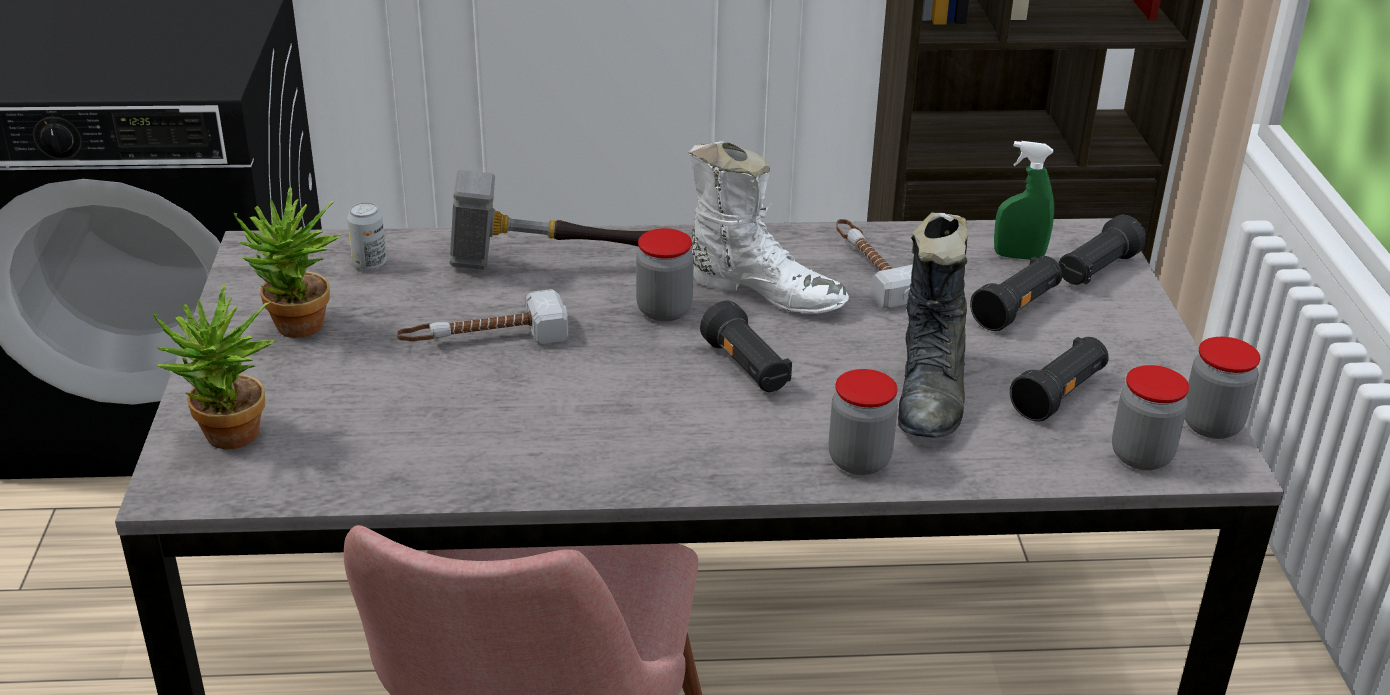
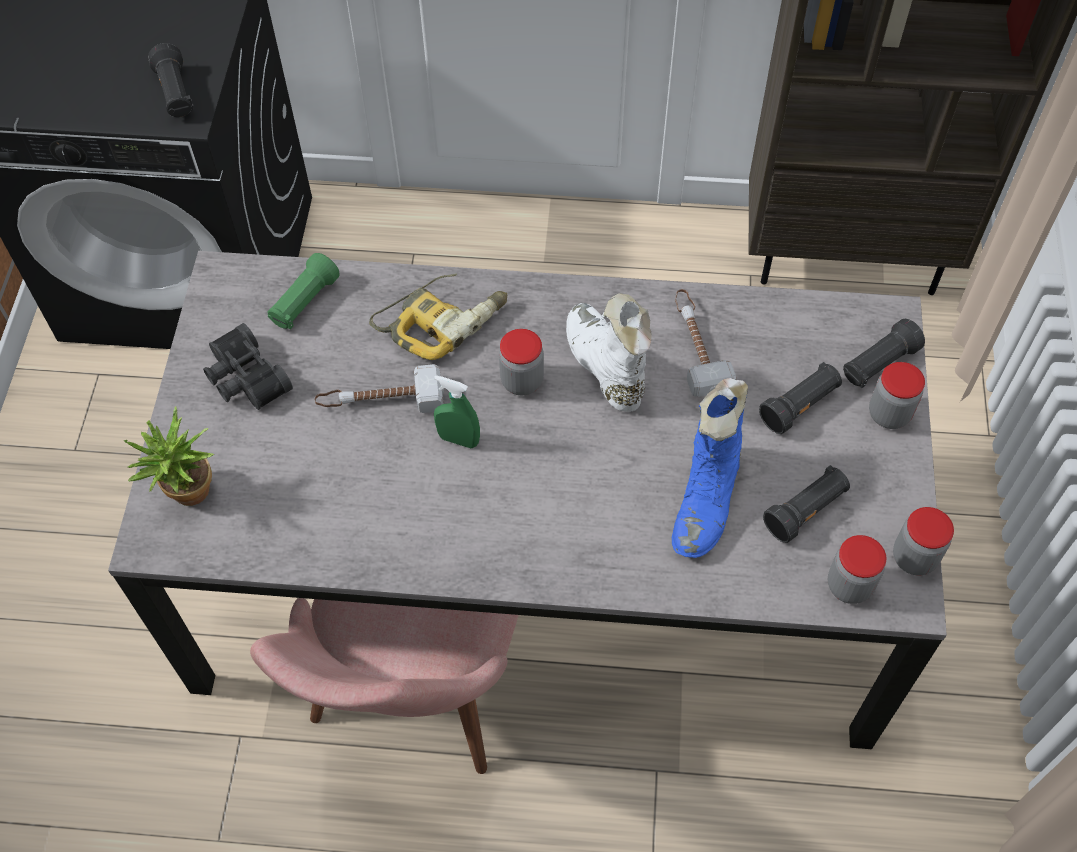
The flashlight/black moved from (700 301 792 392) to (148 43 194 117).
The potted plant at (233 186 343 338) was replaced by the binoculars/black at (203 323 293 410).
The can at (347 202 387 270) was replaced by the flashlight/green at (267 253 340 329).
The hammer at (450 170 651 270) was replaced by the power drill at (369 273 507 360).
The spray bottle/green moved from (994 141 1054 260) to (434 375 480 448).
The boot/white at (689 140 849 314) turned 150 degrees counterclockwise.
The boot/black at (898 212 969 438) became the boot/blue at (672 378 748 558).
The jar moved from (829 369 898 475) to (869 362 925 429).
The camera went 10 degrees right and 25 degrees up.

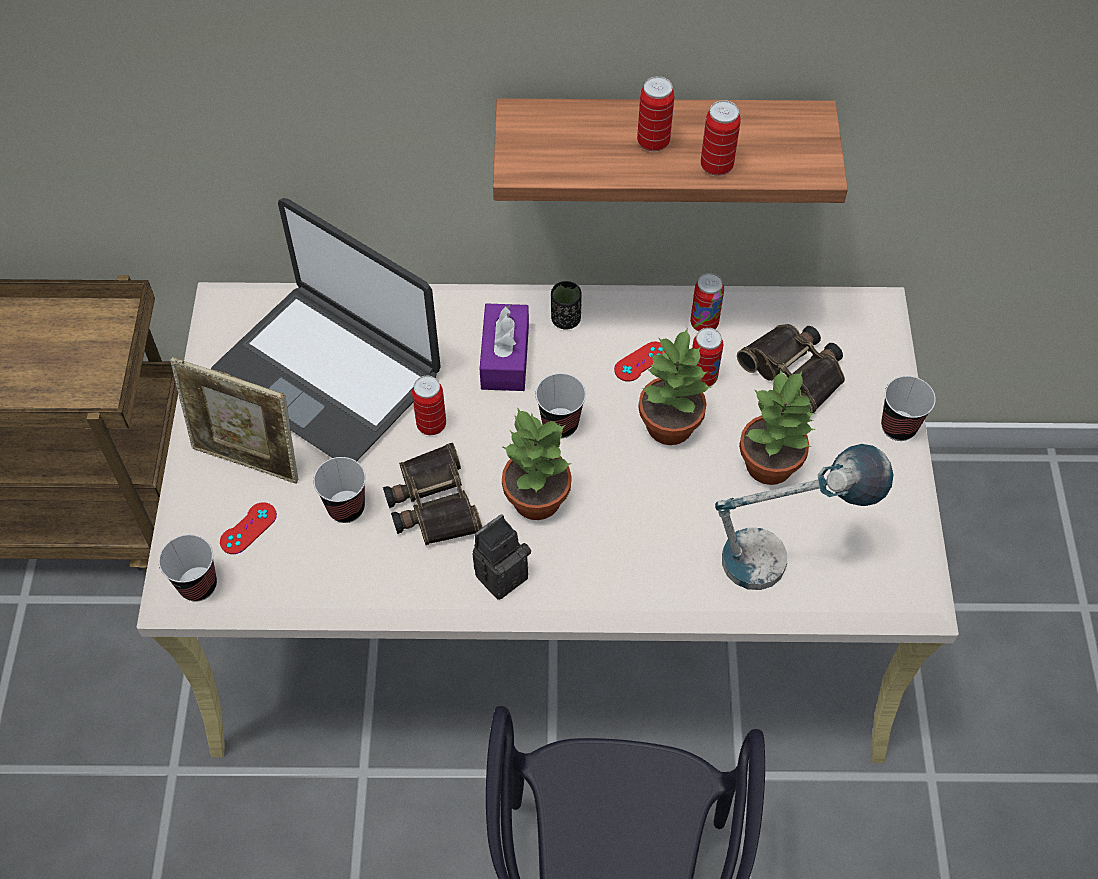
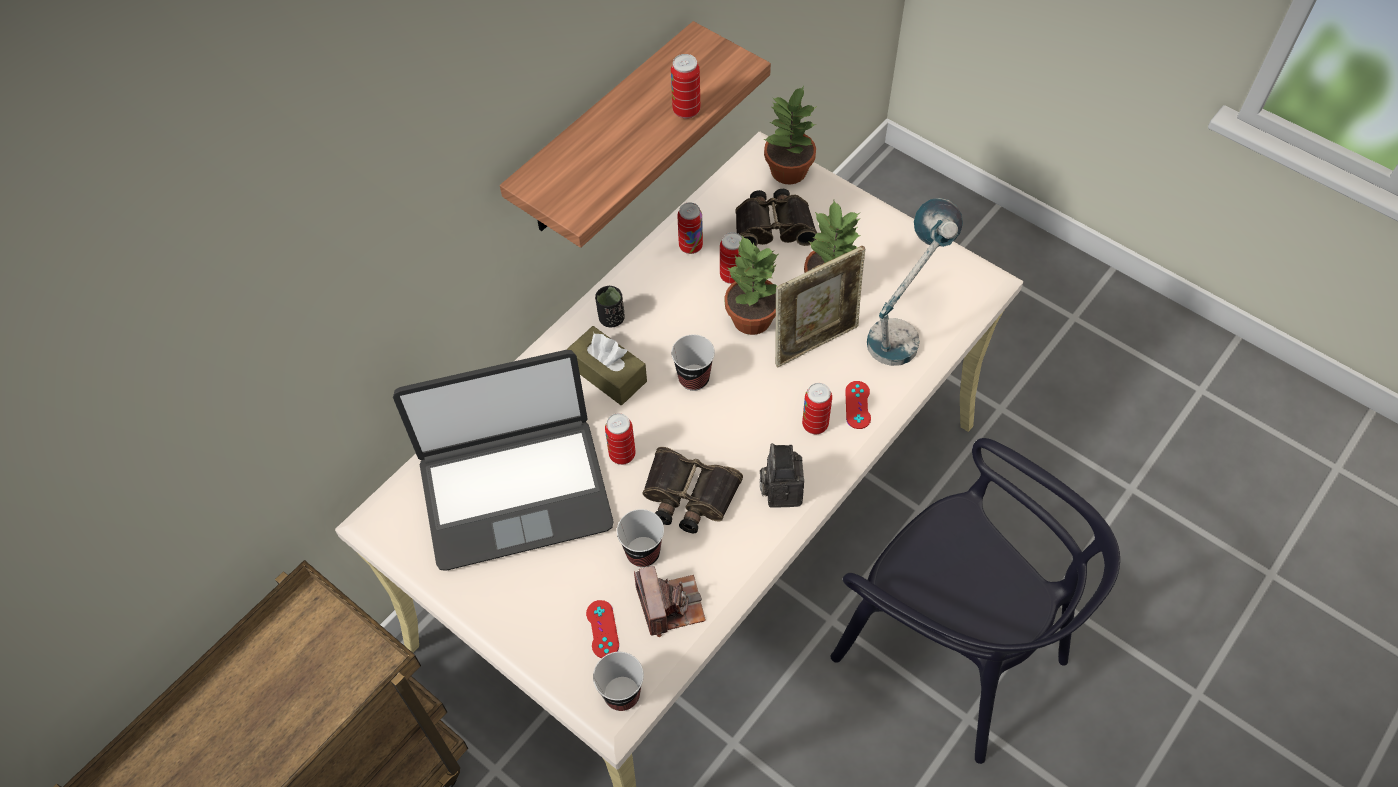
The tissue box/purple at (480 303 529 391) became the tissue box/brown at (567 326 647 405).
The photo camera at (634 566 706 637) appeared.
The potted plant moved from (502 407 572 520) to (763 86 817 185).
The picture frame moved from (170 357 298 484) to (775 246 865 368).
The can moved from (637 76 675 151) to (802 383 832 434).
The game controller/red moved from (614 342 665 382) to (845 381 871 429).
The cup at (881 376 936 441) disappeared.
The camera went 50 degrees left and 0 degrees up.

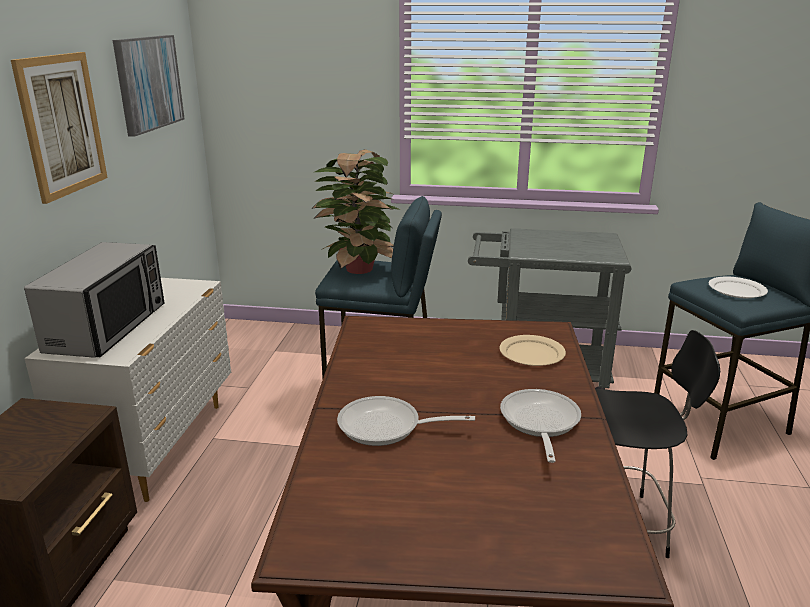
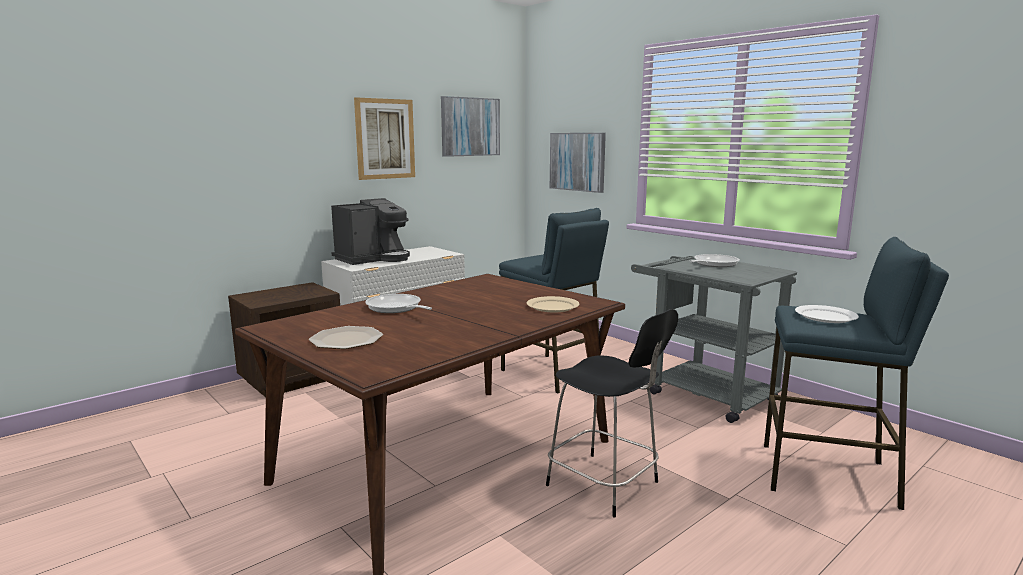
The plate at (309 326 383 349) appeared.
The microwave at (24 242 165 358) was replaced by the coffee machine at (331 198 410 265).
The picture at (550 133 606 193) appeared.
The frying pan moved from (500 389 581 463) to (689 254 740 267).
The potted plant at (312 149 400 274) disappeared.
The camera went 40 degrees right and 10 degrees down.

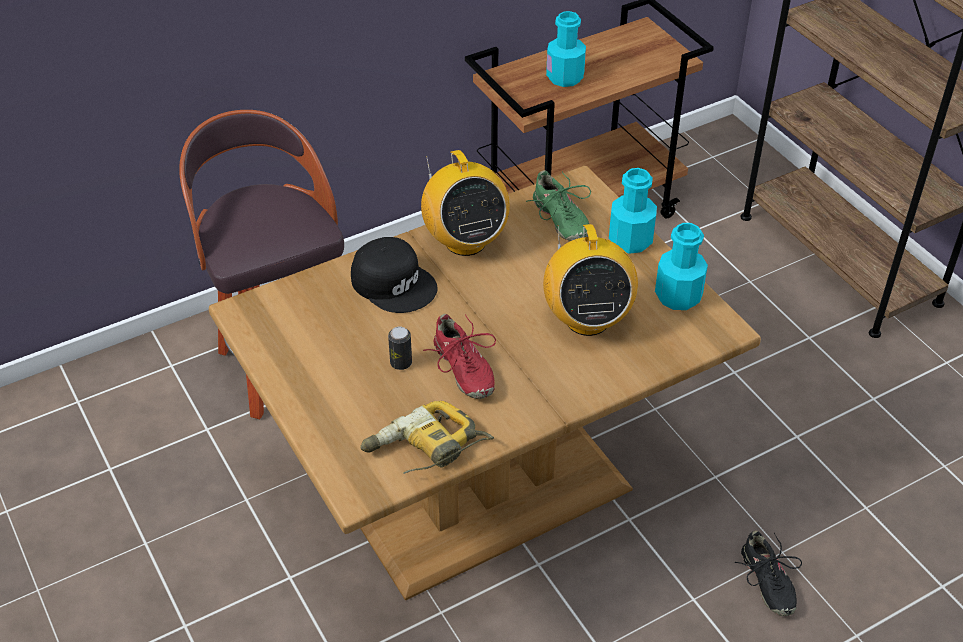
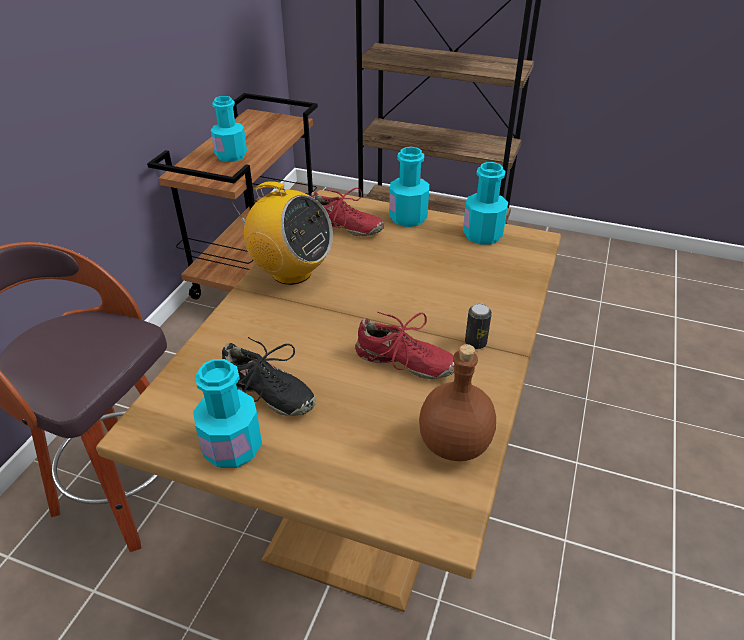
The bottle/turquoise at (193 359 262 468) appeared.
The shoe/black moved from (735 531 802 616) to (222 337 315 416).
The shoe/green at (526 170 591 241) became the shoe/red at (310 188 384 236).
The power drill at (360 401 494 474) was replaced by the bottle/brown at (419 344 496 461).
The can moved from (388 327 412 370) to (465 303 492 349).
The cap/black at (351 237 437 313) disappeared.
The radio at (543 224 638 336) disappeared.
The camera went 40 degrees left and 5 degrees down.

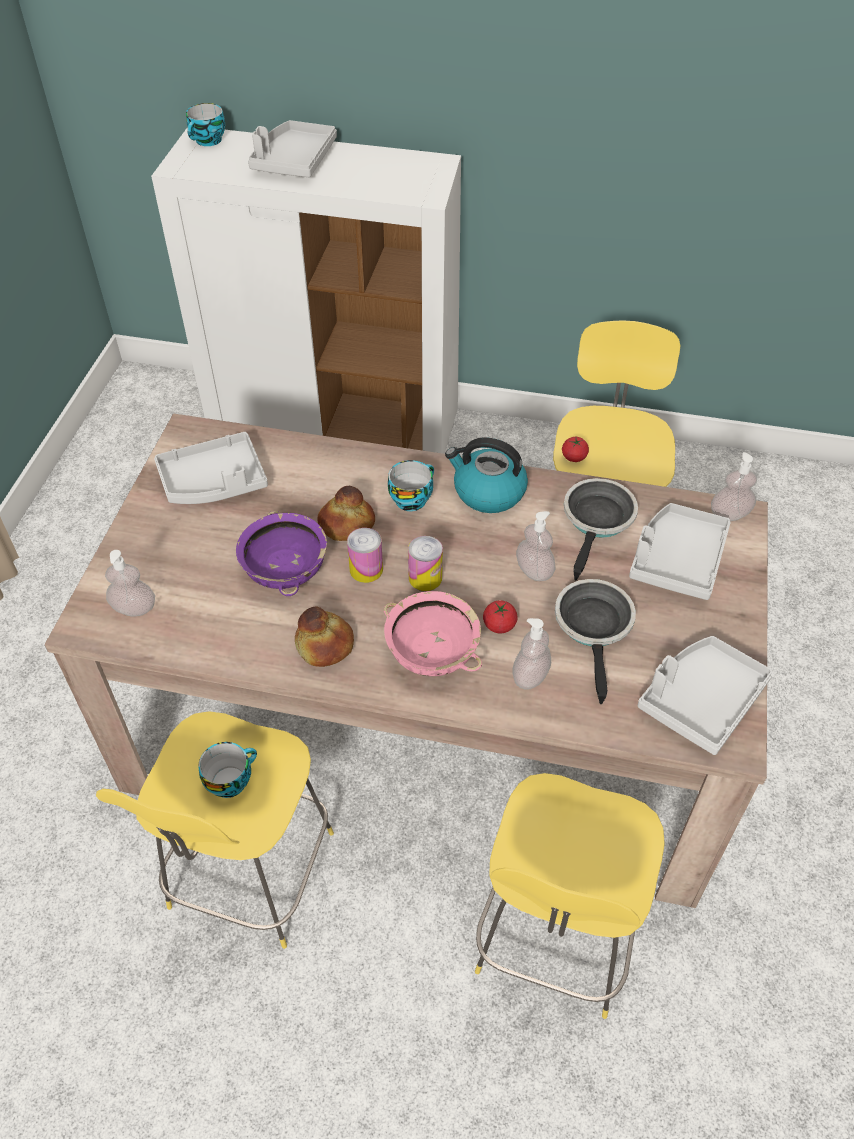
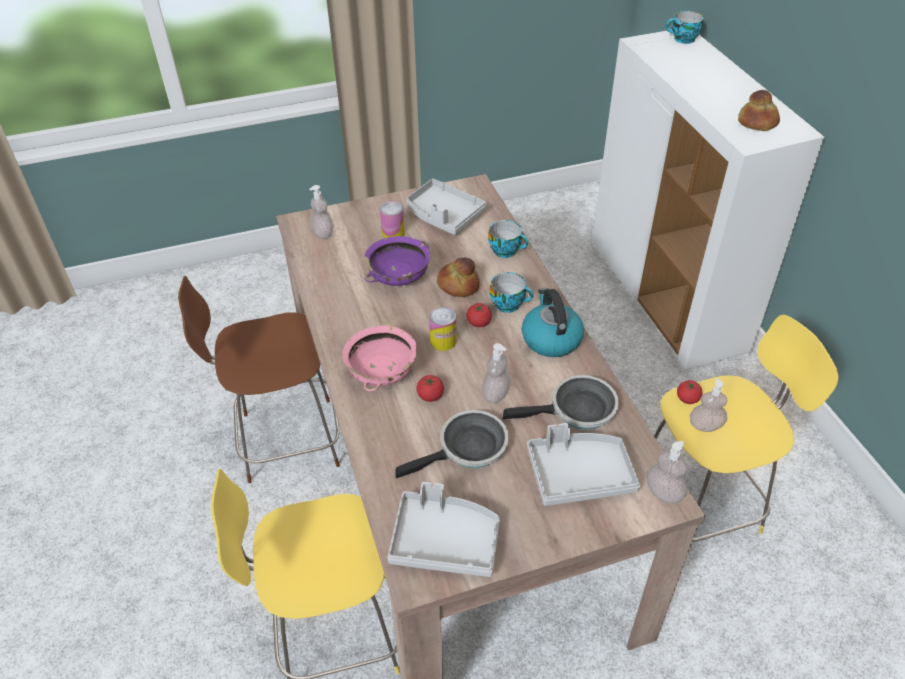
The stool/yellow at (96 711 334 949) became the stool/brown at (178 276 340 483).
The can moved from (347 528 383 583) to (380 201 405 238).
The tomato at (466 303 492 327) appeared.
The cup moved from (198 742 257 798) to (488 220 528 258).
The soap dispenser moved from (512 618 551 690) to (690 378 727 432).
The bread moved from (295 607 354 667) to (738 90 780 131).
The tray/grey at (248 120 337 177) disappeared.
The camera went 60 degrees right and 5 degrees down.

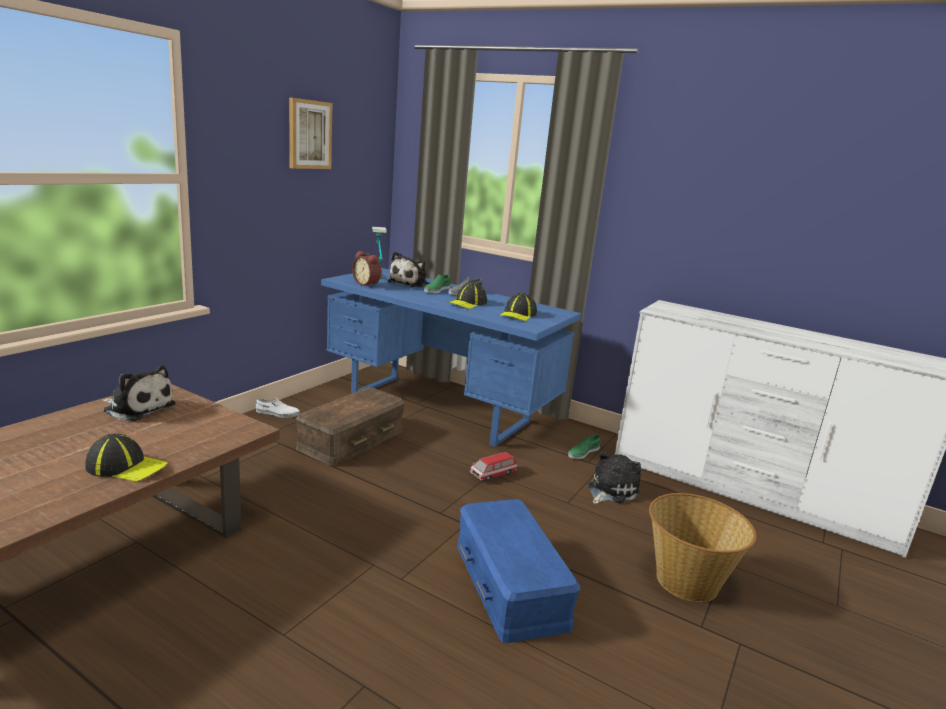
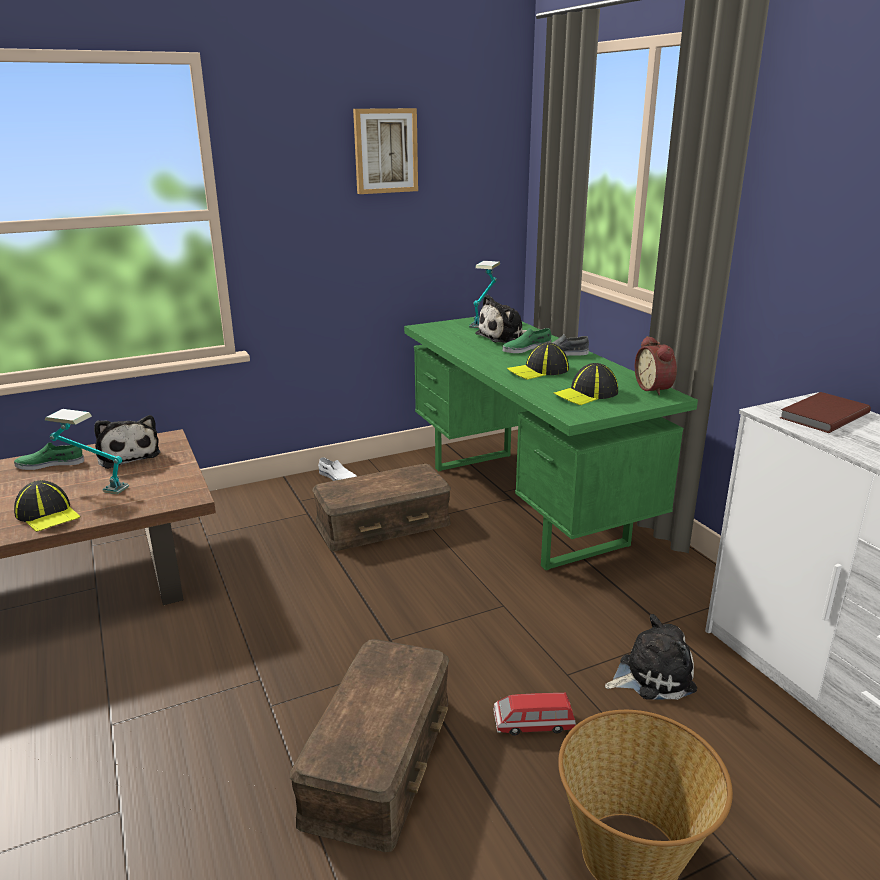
The shoe/green moved from (568 435 601 459) to (14 443 84 470).
The table lamp at (45 409 129 494) appeared.
The storage box/blue at (457 499 580 643) became the storage box/brown at (290 639 449 852).
The desk/blue at (321 268 581 447) became the desk/green at (404 317 698 570).
The toy car moved from (469 452 517 481) to (493 692 576 736).
The alarm clock moved from (352 251 381 287) to (635 336 677 396).
The book/brown at (780 392 871 433) appeared.
The camera went 35 degrees right and 5 degrees up.

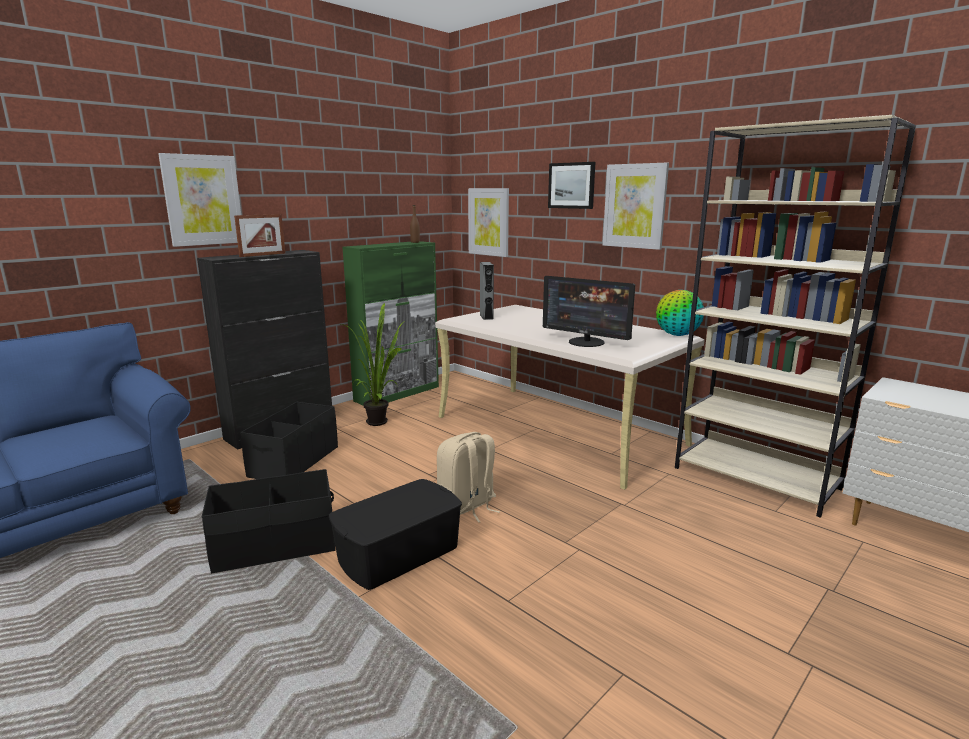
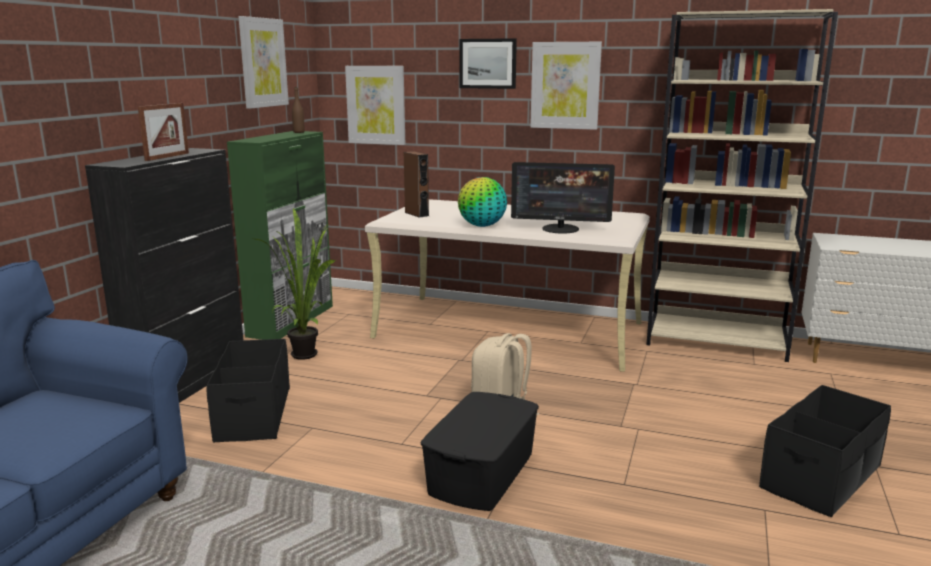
The picture moved from (158 153 241 247) to (238 16 289 109).
The speaker/grey at (480 262 494 320) became the speaker/brown at (404 151 429 218).
The globe moved from (656 290 704 336) to (458 177 507 227).
The storage box/black moved from (202 469 335 574) to (759 385 891 517).
The camera went 25 degrees left and 0 degrees up.

